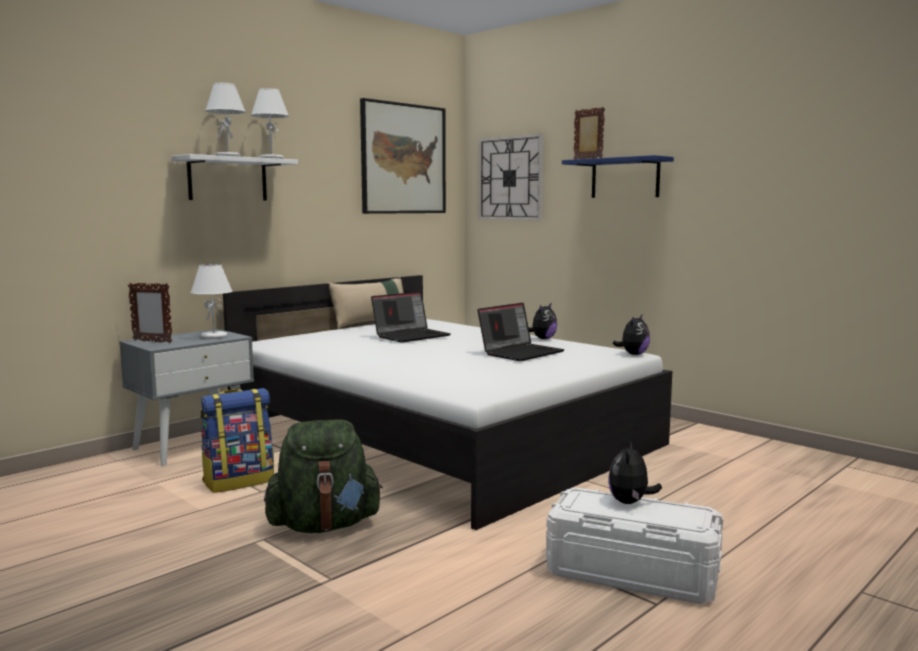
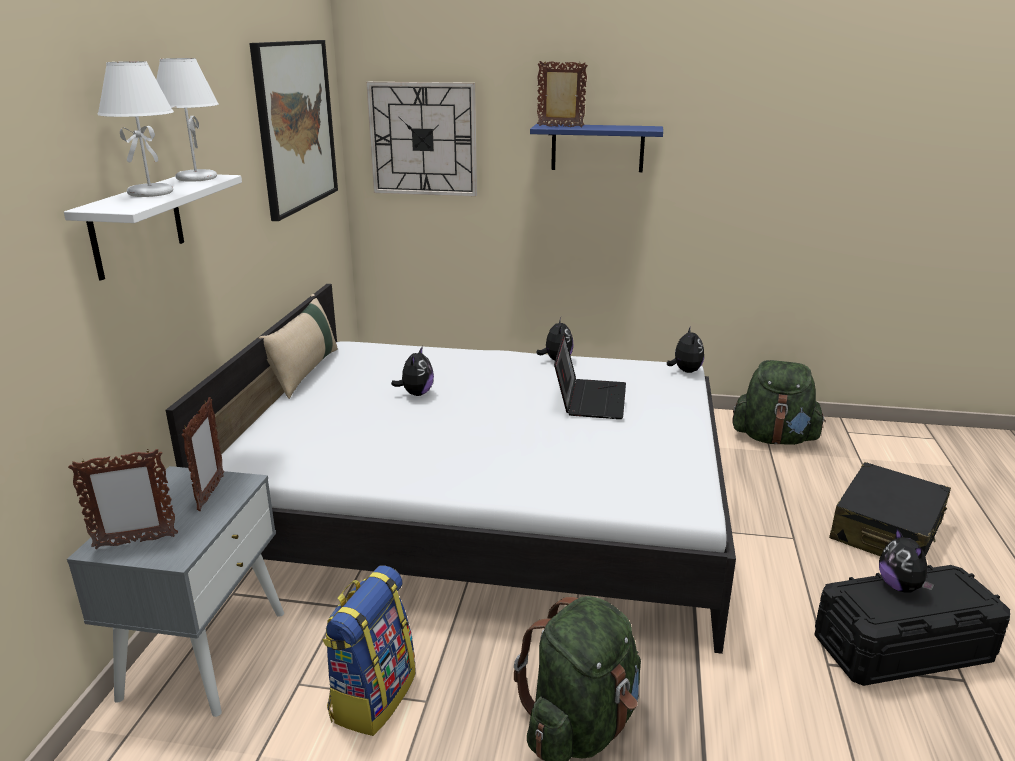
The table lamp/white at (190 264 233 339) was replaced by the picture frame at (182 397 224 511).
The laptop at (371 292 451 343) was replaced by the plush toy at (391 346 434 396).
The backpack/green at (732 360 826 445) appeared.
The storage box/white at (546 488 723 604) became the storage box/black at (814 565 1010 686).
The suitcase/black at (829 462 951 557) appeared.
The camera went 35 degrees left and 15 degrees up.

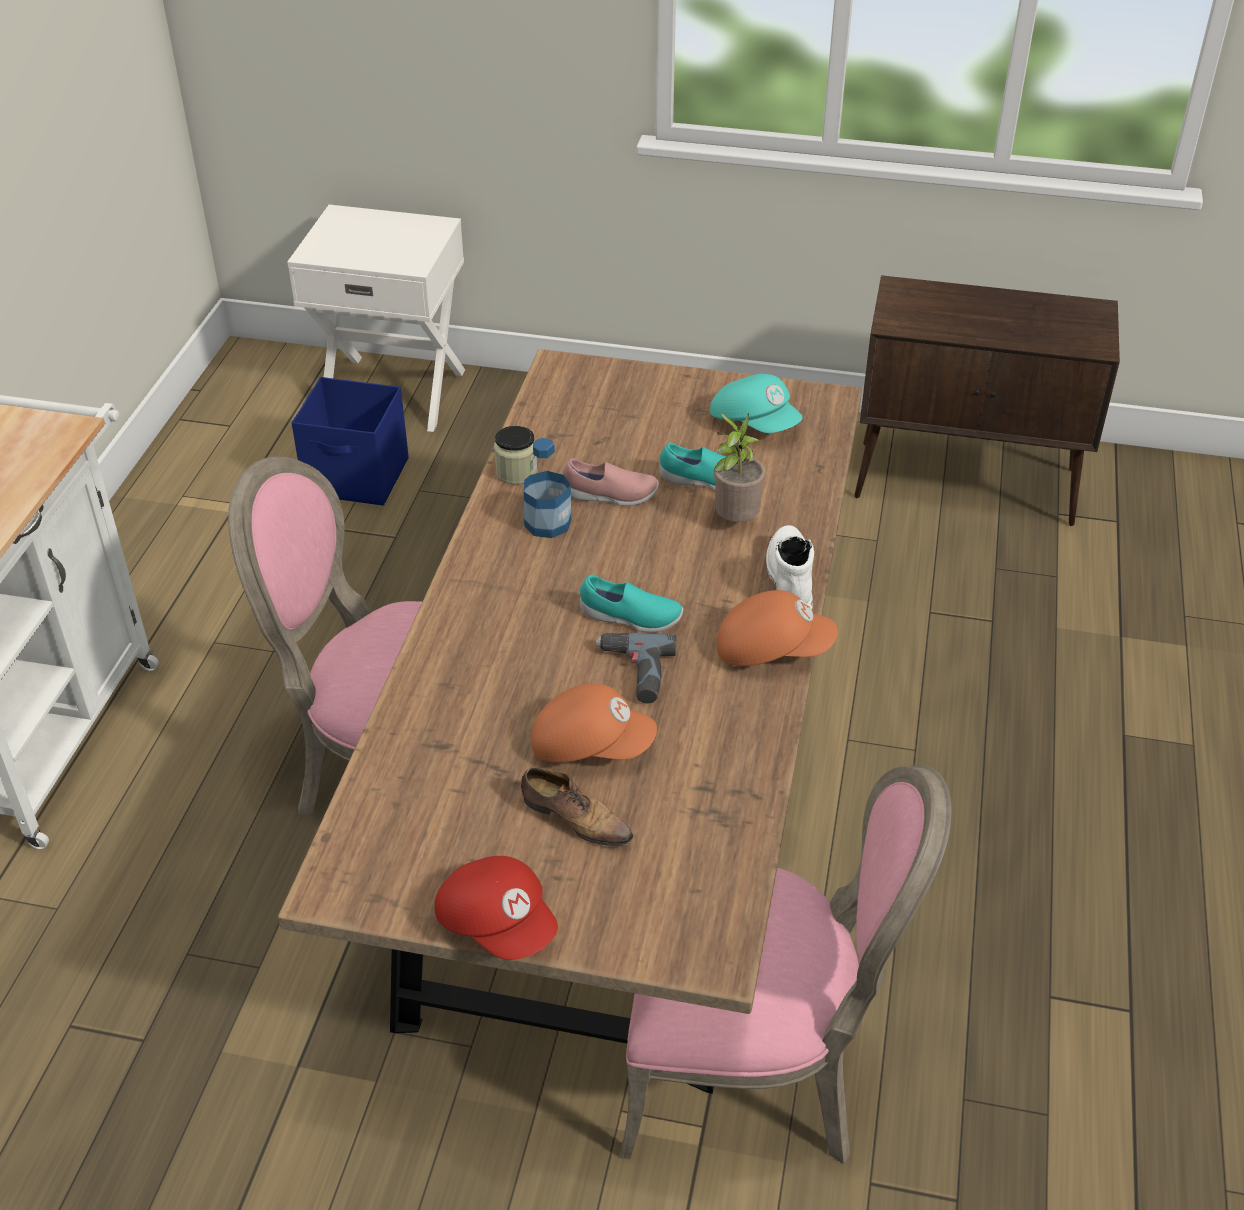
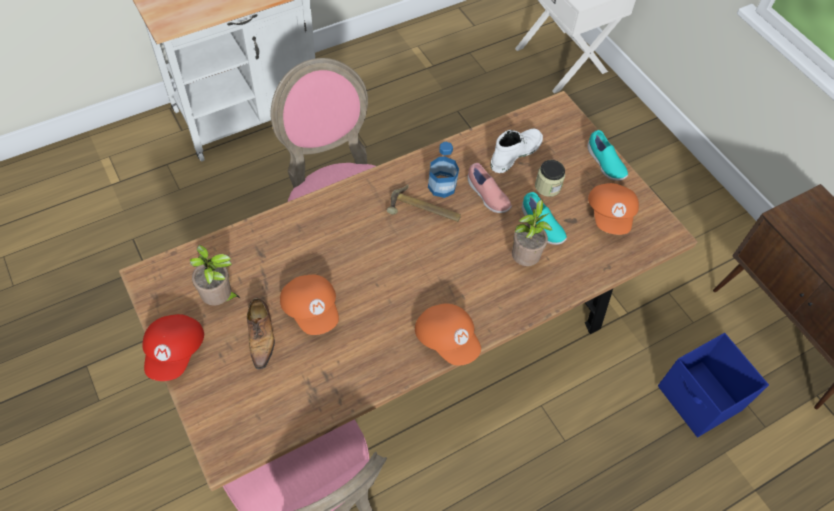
The potted plant at (190 245 241 306) appeared.
The hammer at (387 185 461 222) appeared.
The boot/white moved from (766 525 814 610) to (490 129 543 173).
The jar moved from (494 426 538 485) to (535 160 565 197).
The shoe/turquoise moved from (580 575 683 633) to (588 130 628 181).
The cap/turquoise at (710 374 803 433) became the cap/orange at (588 183 639 235).
The storage box/blue moved from (292 377 409 506) to (658 333 769 437).
The power drill at (596 633 677 704) disappeared.
The camera went 45 degrees right and 15 degrees up.

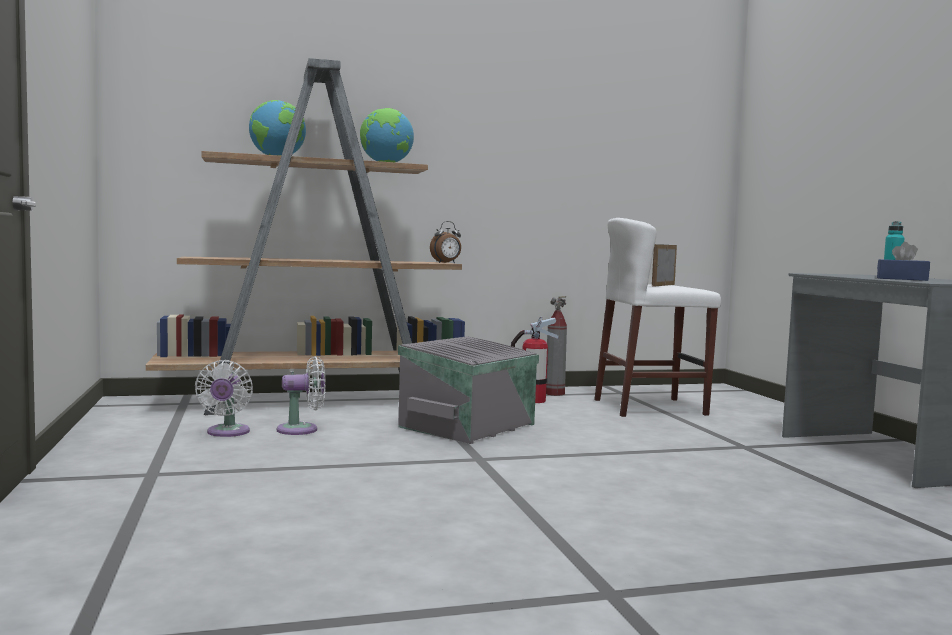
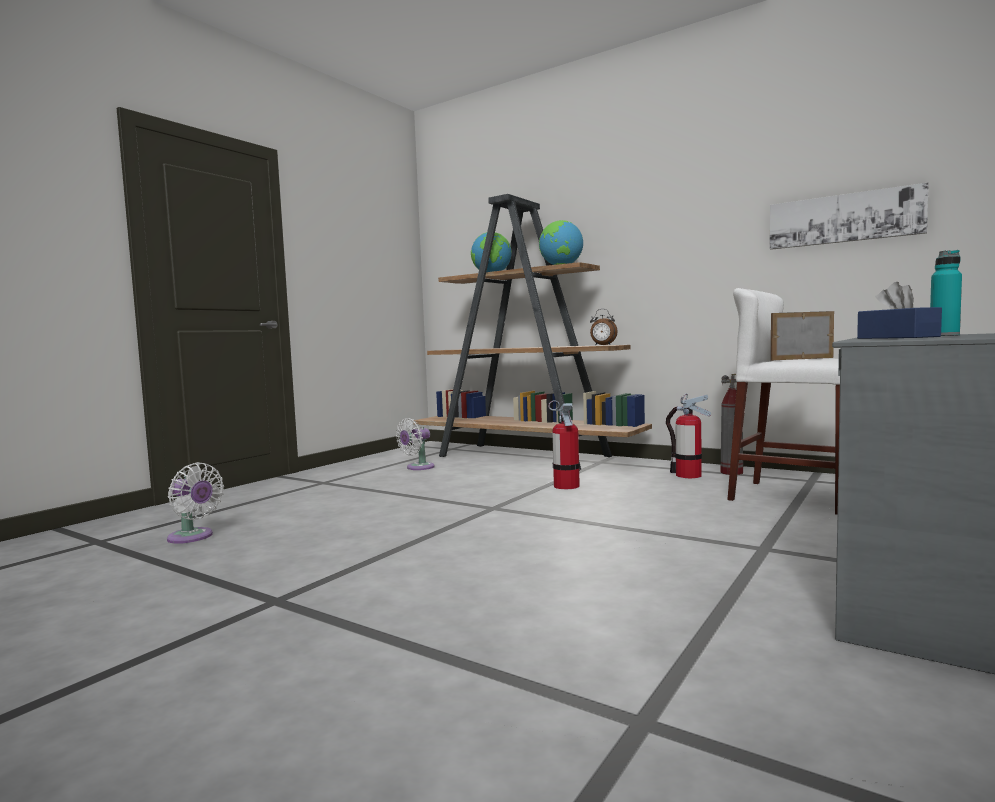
The fan/white moved from (277 356 326 435) to (167 462 224 544).
The storage box/grey at (398 336 539 444) was replaced by the fire extinguisher at (548 400 580 489).
The picture at (770 182 929 250) appeared.
The camera went 50 degrees right and 0 degrees up.

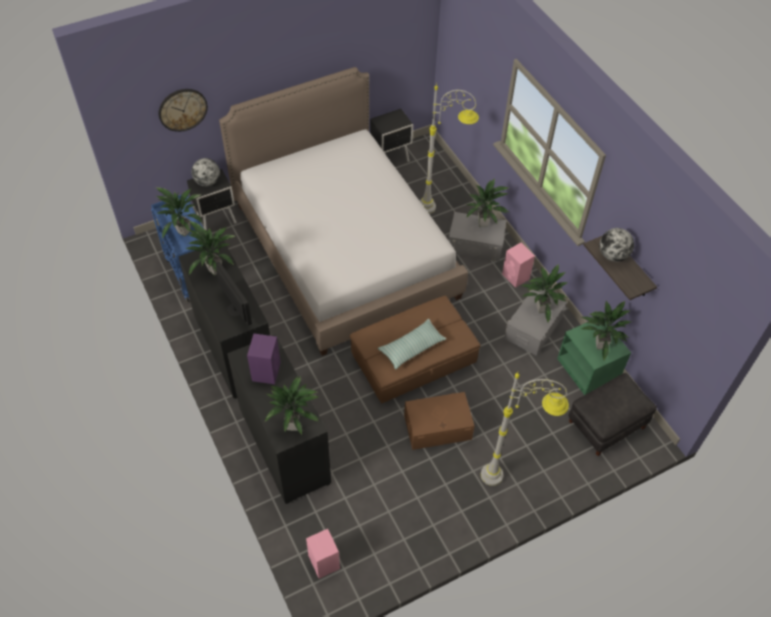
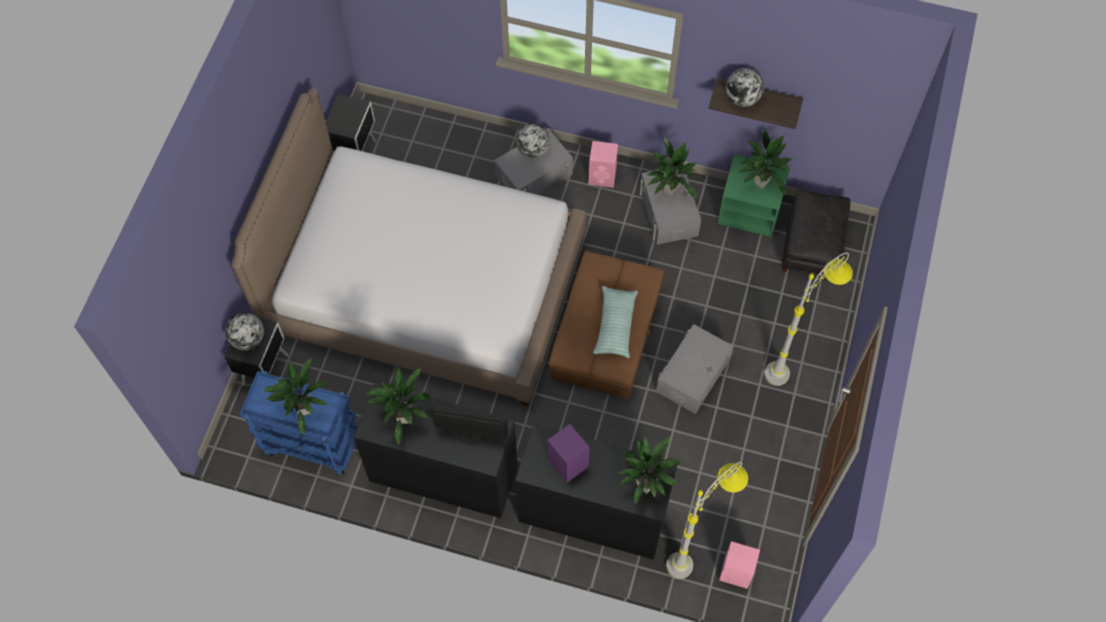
The potted plant at (466 178 509 227) was replaced by the globe at (516 123 550 158).
The storage box/brown at (404 392 475 450) became the storage box/grey at (656 324 733 414).
The floor lamp/grey moved from (420 83 479 214) to (666 461 748 579).
The wall clock at (158 89 208 132) disappeared.
The camera went 45 degrees left and 10 degrees up.

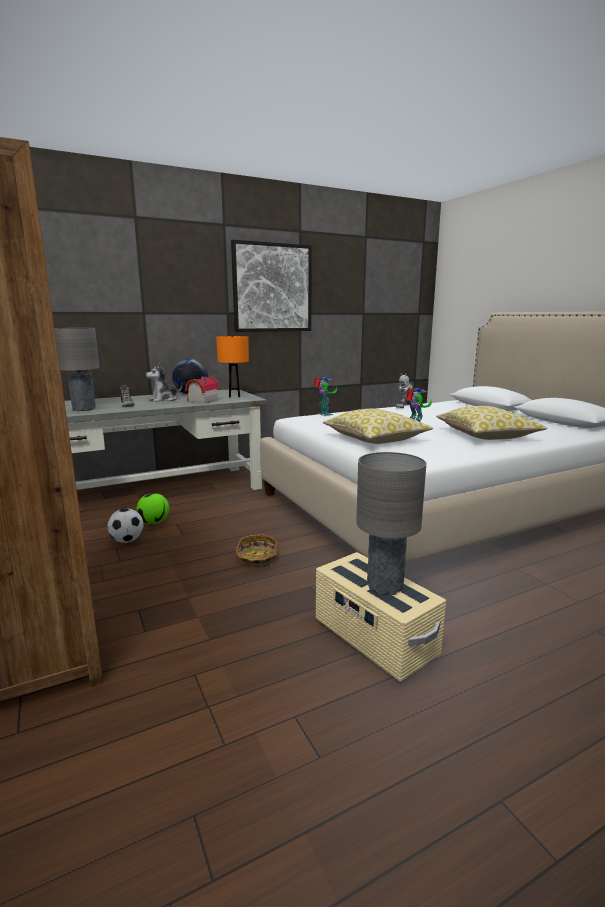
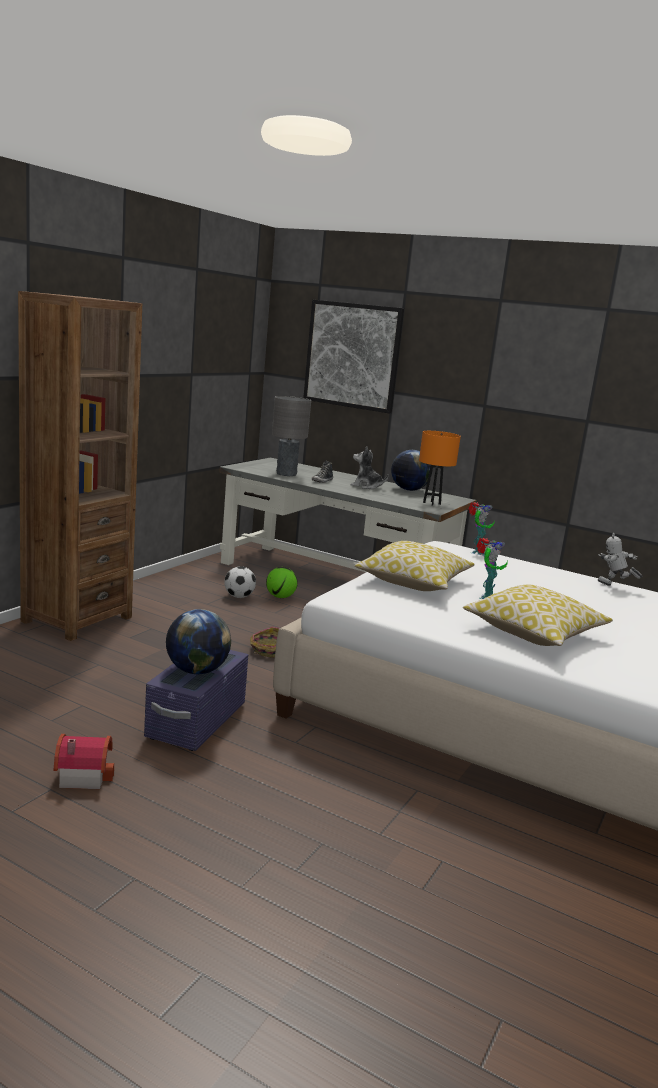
The toy house moved from (185 376 220 404) to (54 734 114 789).
The storage box/beige at (316 552 446 681) became the storage box/purple at (144 650 248 751).
The table lamp/grey at (356 452 426 595) was replaced by the globe at (166 609 231 674).
The picture moved from (231 240 312 332) to (303 300 404 414).
The camera went 55 degrees right and 0 degrees up.

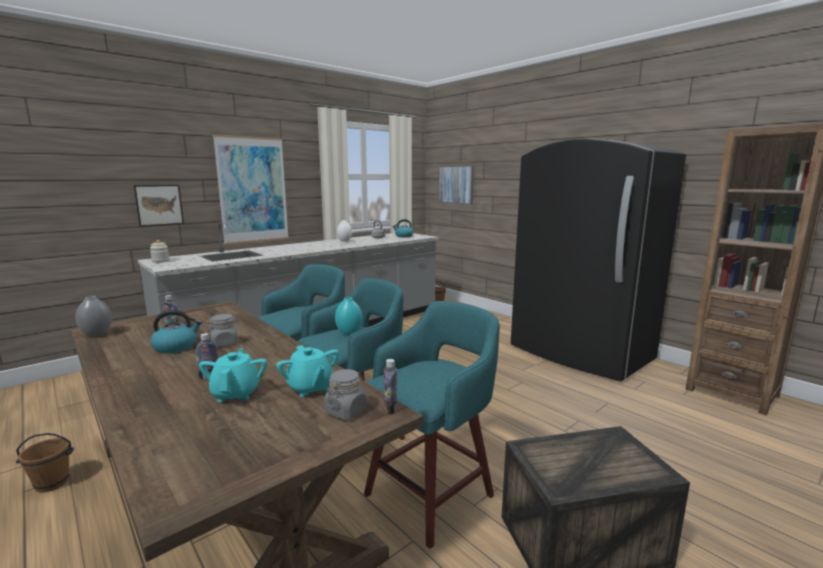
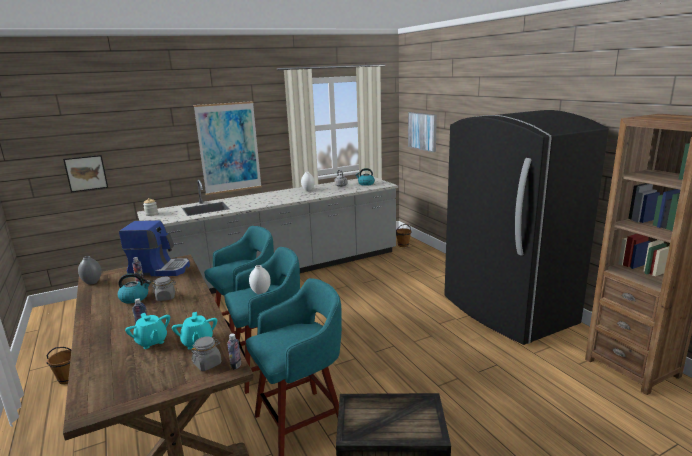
The picture moved from (134 185 184 227) to (63 155 108 192).
The coffee machine at (119 220 190 276) appeared.
The teapot/turquoise at (199 348 267 402) turned 135 degrees clockwise.
The vase/turquoise at (335 297 362 336) became the vase/white at (249 265 271 295).
The camera went 15 degrees right and 5 degrees up.

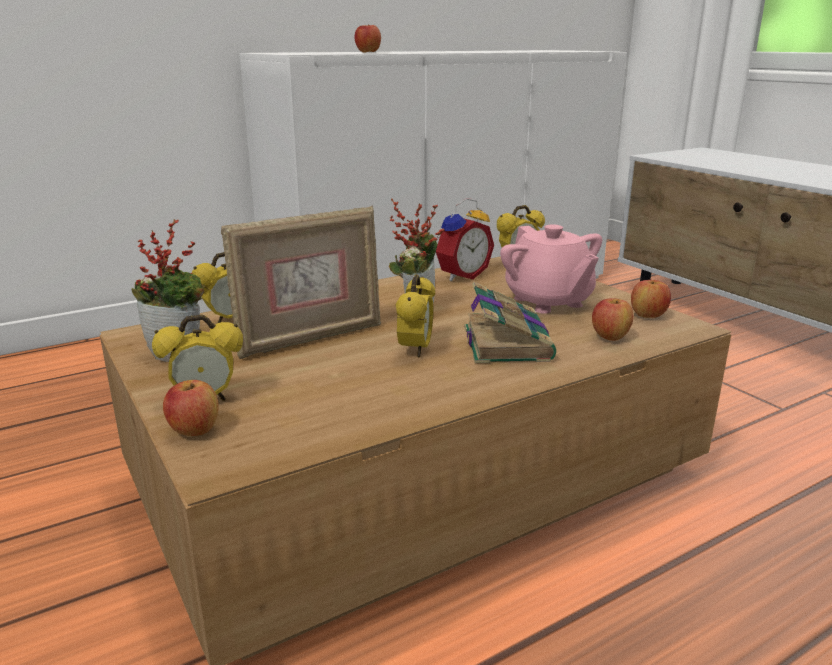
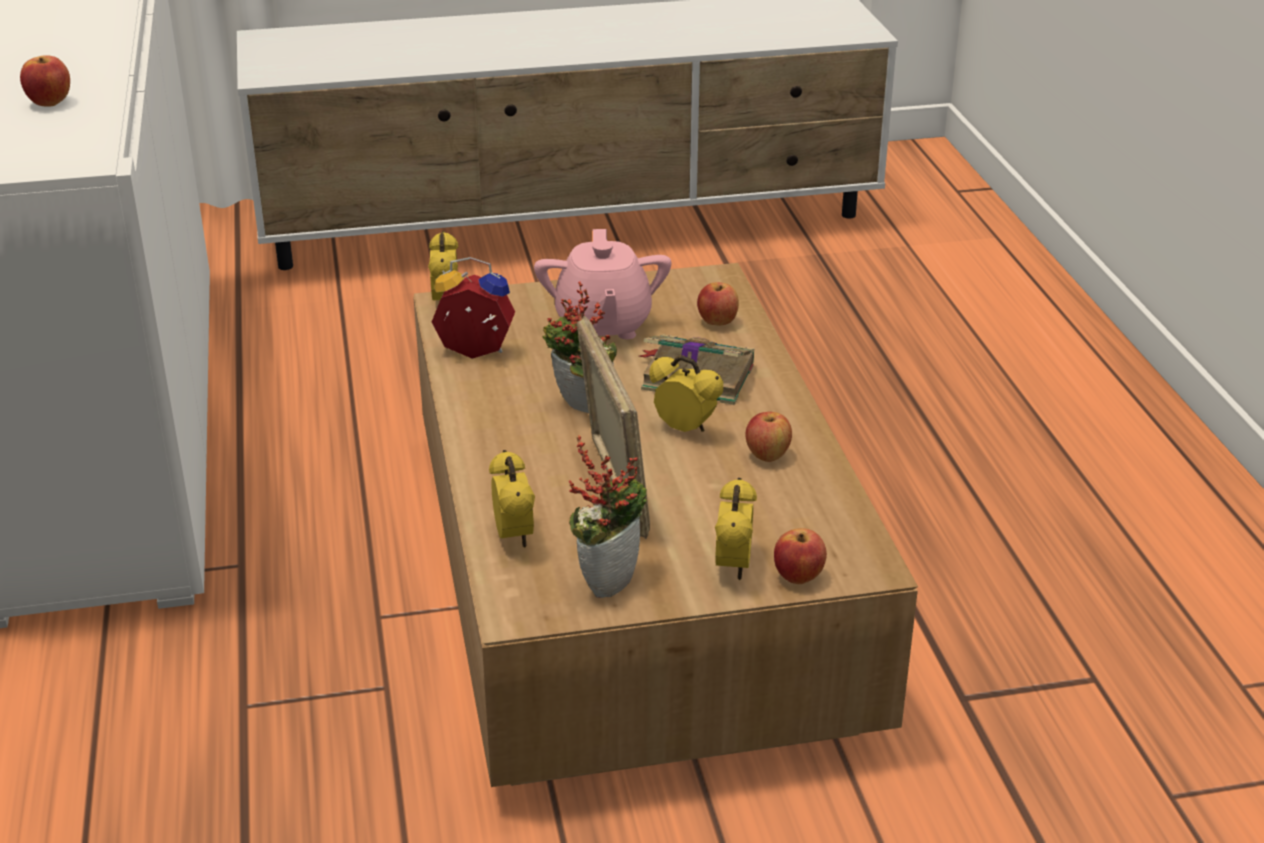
The alarm clock at (436 198 494 281) turned 60 degrees counterclockwise.
The teapot/pink at (500 224 602 314) turned 90 degrees clockwise.
The apple moved from (631 280 671 318) to (745 412 792 462).
The camera went 70 degrees left and 10 degrees up.

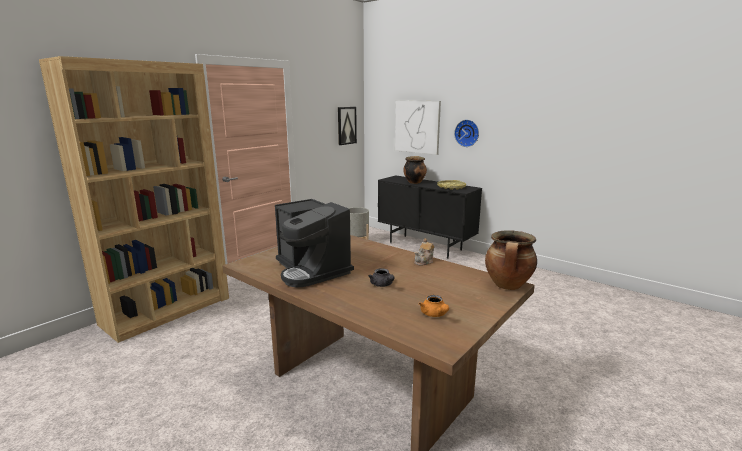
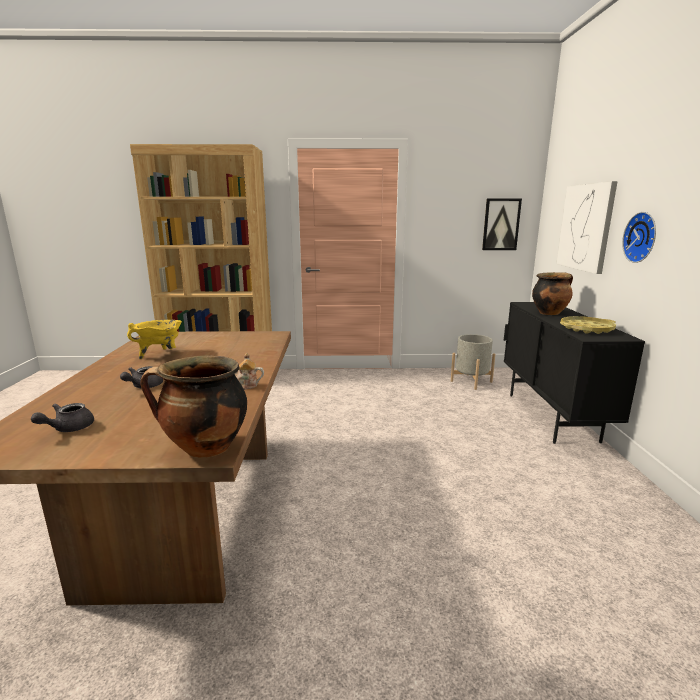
The teapot/orange at (419 295 449 317) became the teapot/grey at (31 403 94 432).
The coffee machine at (275 199 354 287) was replaced by the cooking pot/yellow at (127 320 182 360).
The camera went 50 degrees right and 0 degrees up.

